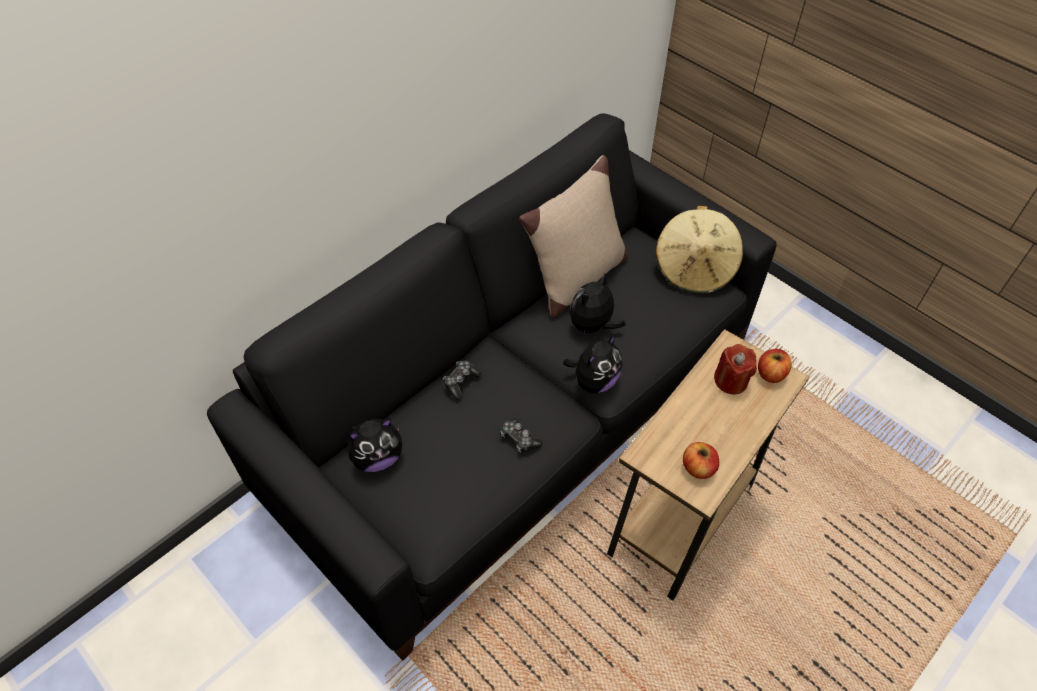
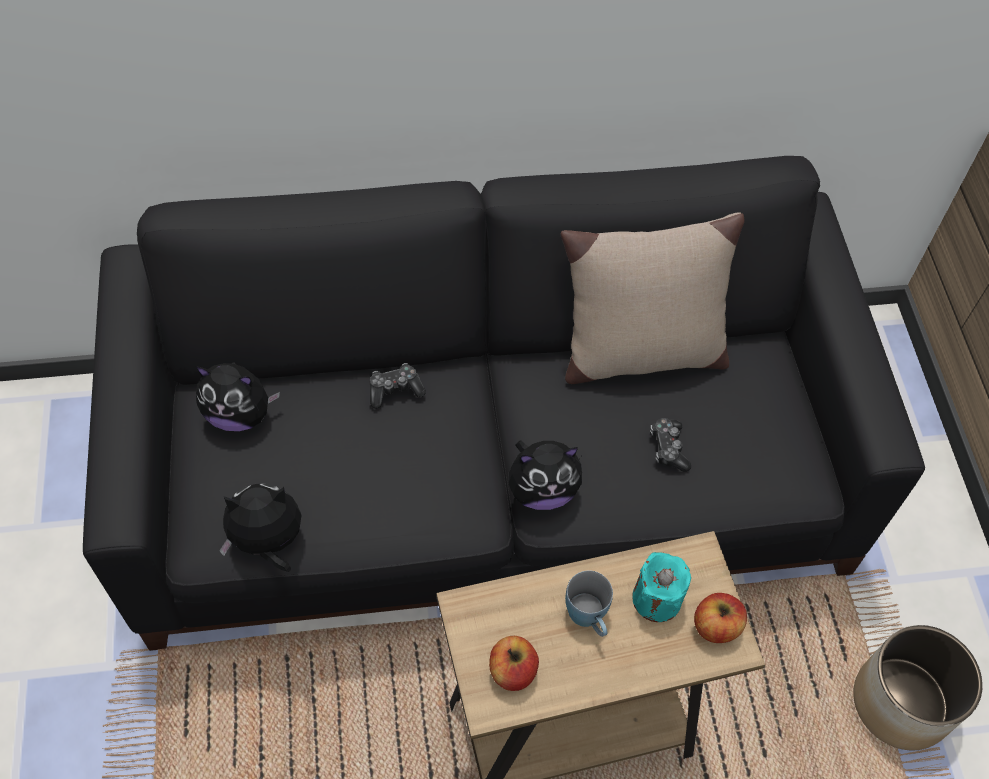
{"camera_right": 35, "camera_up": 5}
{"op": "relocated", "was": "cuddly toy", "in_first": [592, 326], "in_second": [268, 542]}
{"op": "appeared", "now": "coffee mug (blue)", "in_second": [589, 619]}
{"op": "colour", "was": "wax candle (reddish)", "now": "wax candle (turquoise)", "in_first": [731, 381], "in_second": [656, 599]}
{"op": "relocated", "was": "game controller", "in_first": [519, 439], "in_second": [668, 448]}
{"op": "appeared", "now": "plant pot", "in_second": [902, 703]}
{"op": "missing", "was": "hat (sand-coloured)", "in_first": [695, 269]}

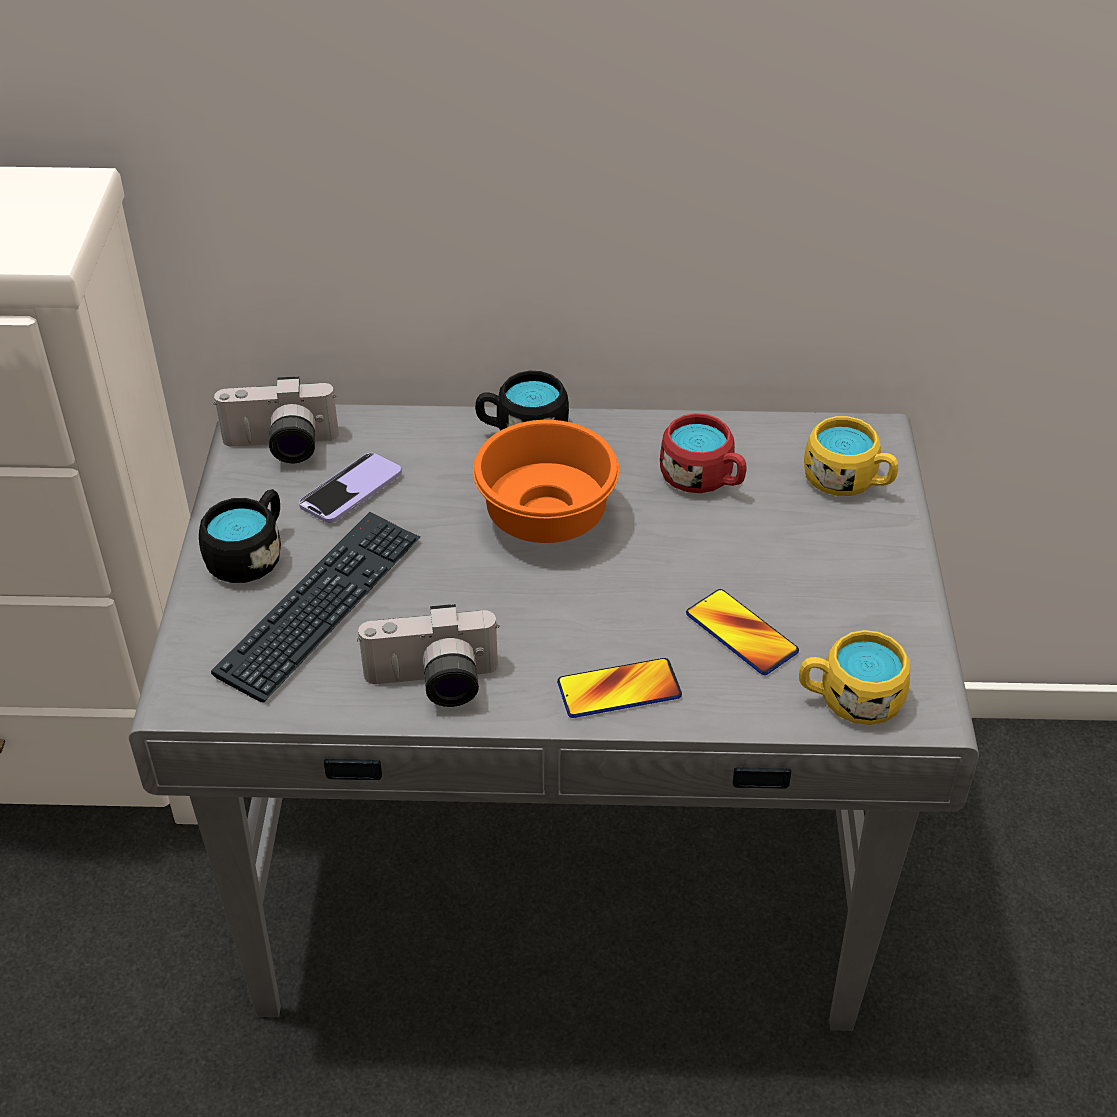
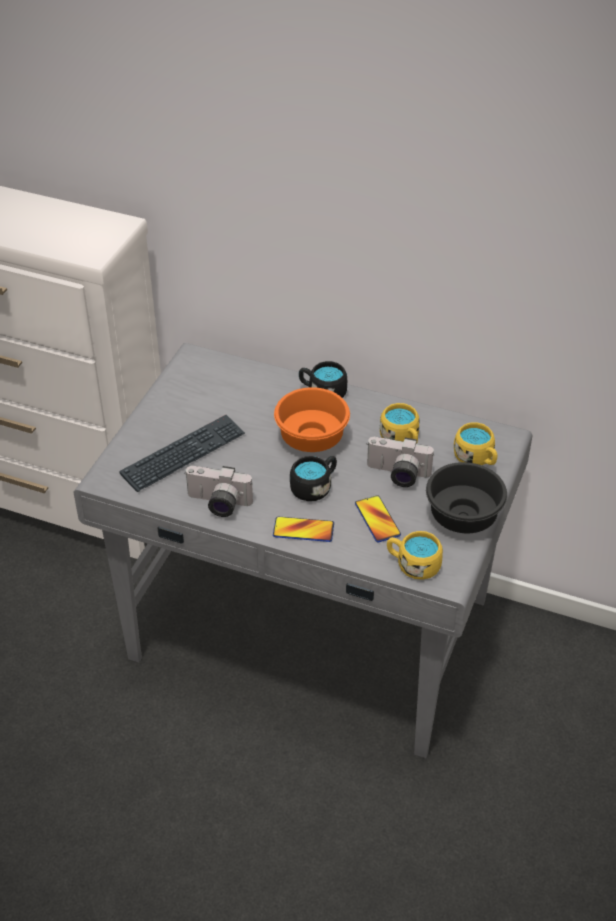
{"camera_right": 20, "camera_up": 0}
{"op": "relocated", "was": "coffee mug (black)", "in_first": [251, 555], "in_second": [315, 487]}
{"op": "relocated", "was": "still camera", "in_first": [280, 448], "in_second": [397, 475]}
{"op": "colour", "was": "coffee mug (reddish)", "now": "coffee mug (yellow-coloured)", "in_first": [704, 479], "in_second": [401, 439]}
{"op": "appeared", "now": "deep dish (black)", "in_second": [460, 517]}
{"op": "missing", "was": "telephone", "in_first": [351, 490]}

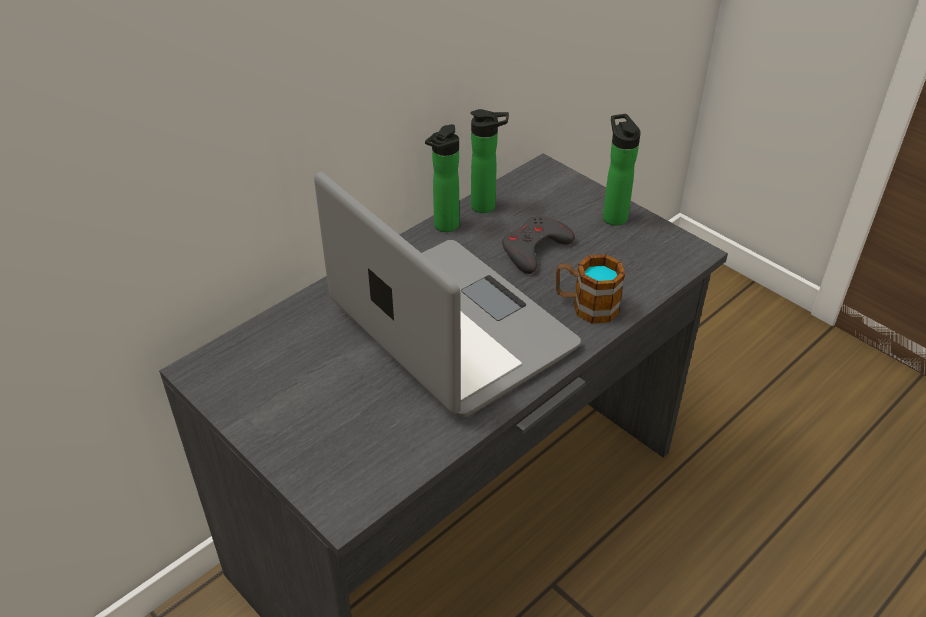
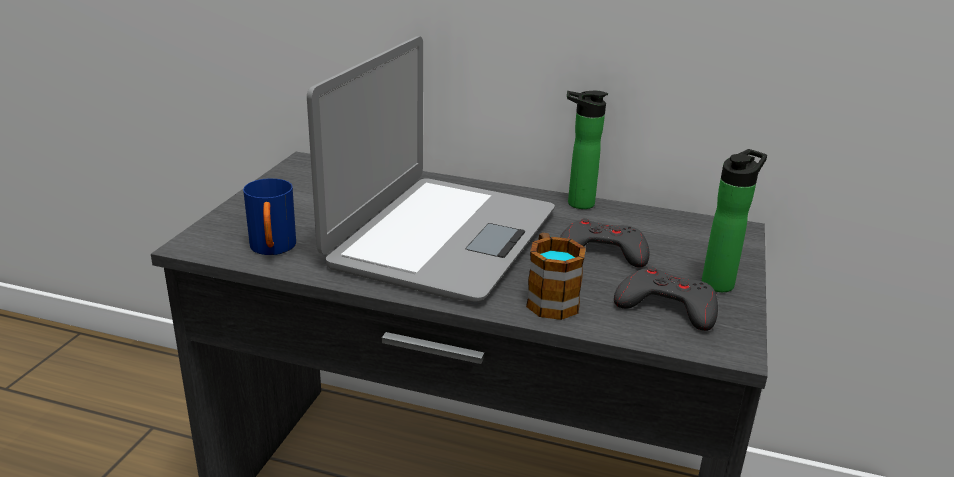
{"camera_right": 60, "camera_up": -15}
{"op": "appeared", "now": "coffee mug (blue)", "in_second": [273, 250]}
{"op": "appeared", "now": "game controller (gray)", "in_second": [667, 306]}
{"op": "missing", "was": "beverage bottle", "in_first": [487, 206]}

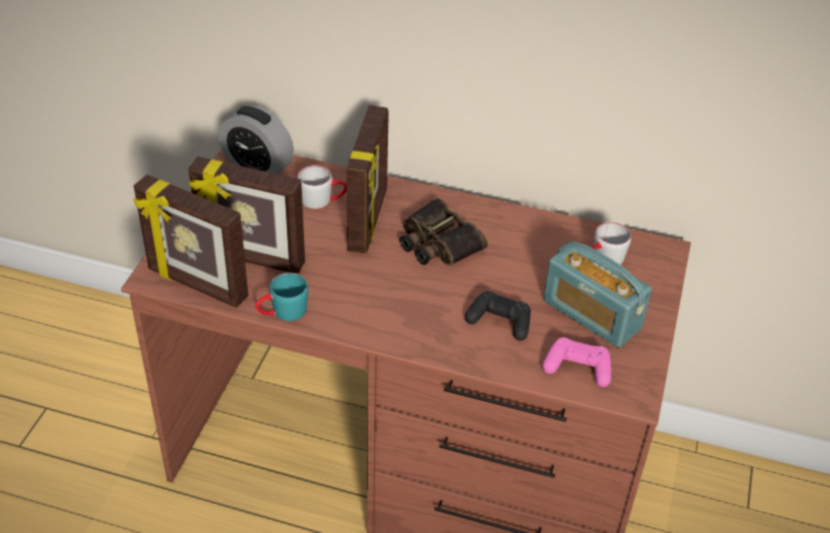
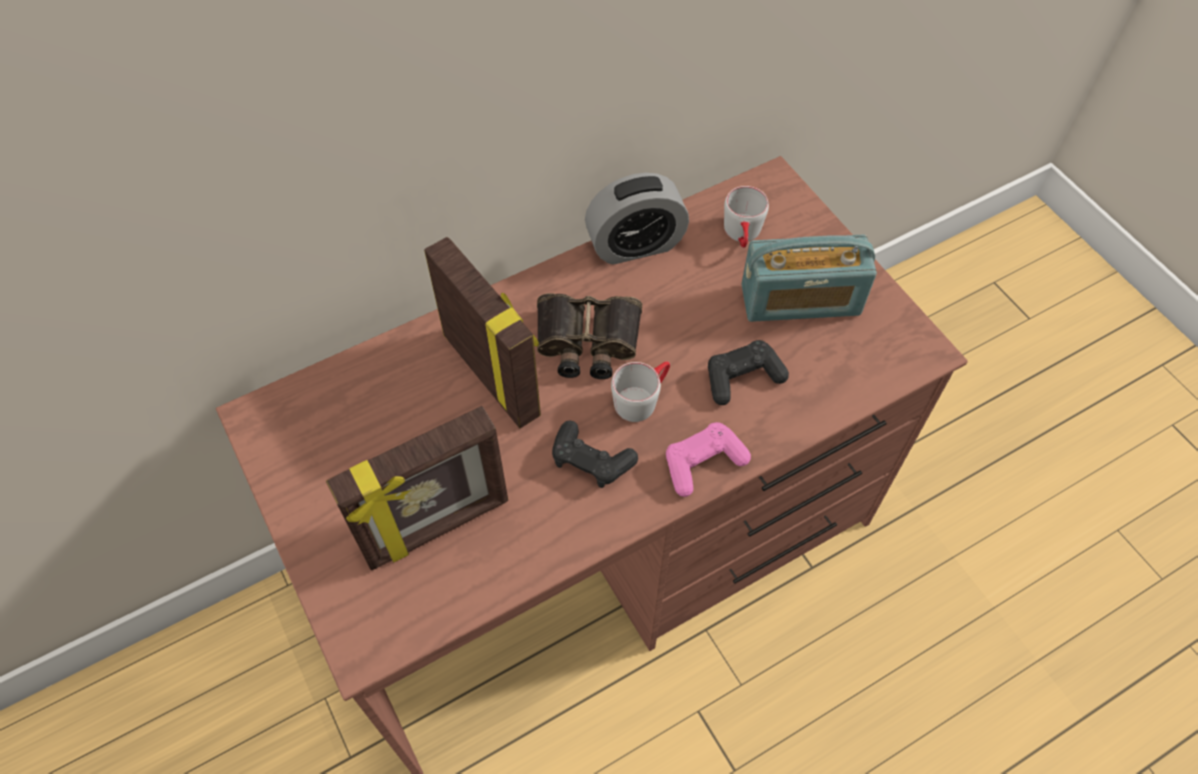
{"camera_right": -45, "camera_up": 15}
{"op": "appeared", "now": "game controller (black)", "in_second": [591, 460]}
{"op": "relocated", "was": "table clock", "in_first": [257, 166], "in_second": [635, 245]}
{"op": "relocated", "was": "coffee mug (gray)", "in_first": [323, 200], "in_second": [642, 398]}
{"op": "relocated", "was": "game controller (pink-coloured)", "in_first": [577, 368], "in_second": [703, 463]}
{"op": "missing", "was": "photo frame", "in_first": [196, 285]}
{"op": "missing", "was": "coffee mug (turquoise)", "in_first": [282, 313]}

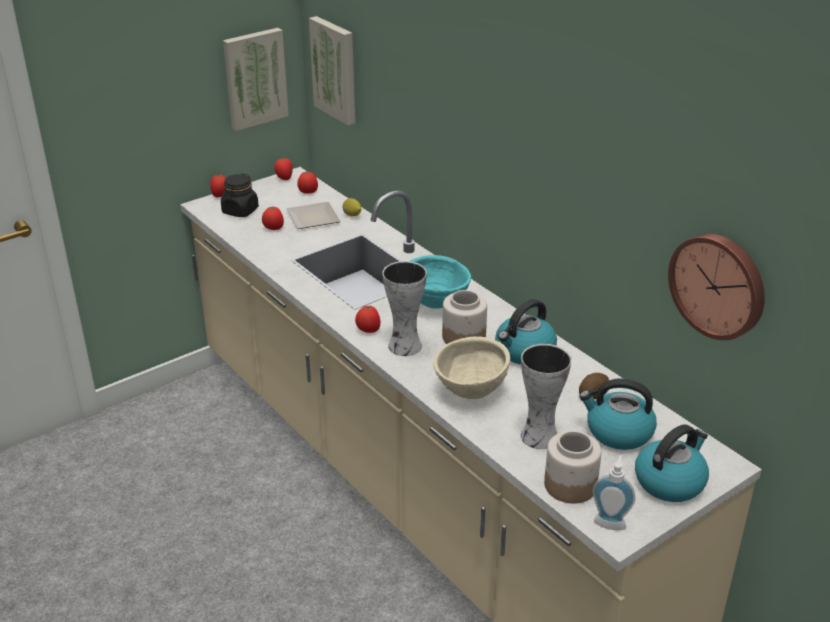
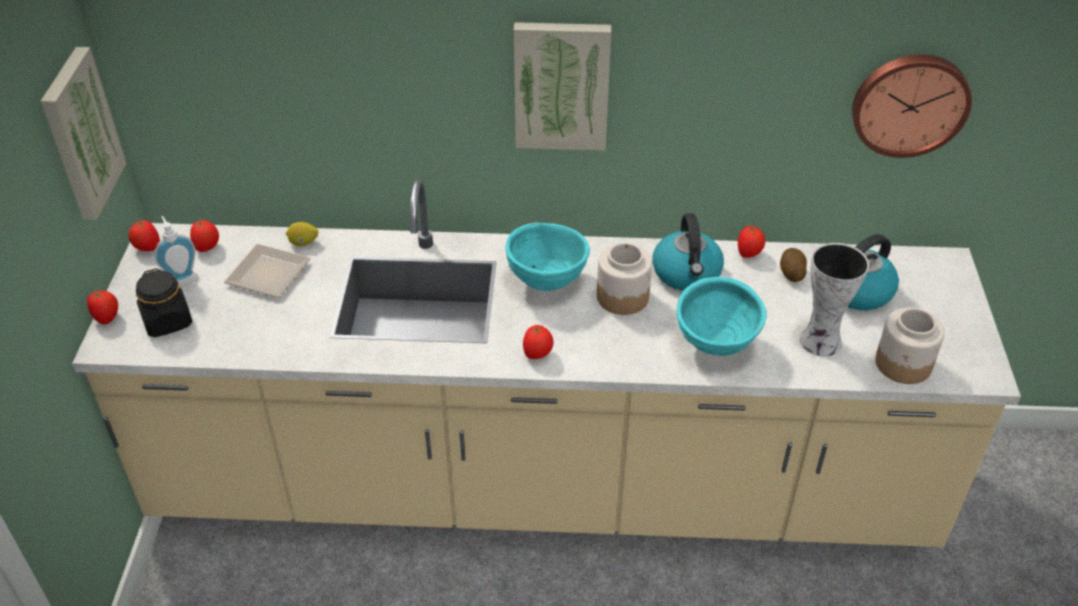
{"camera_right": -50, "camera_up": 10}
{"op": "relocated", "was": "liquid soap bottle", "in_first": [610, 521], "in_second": [182, 279]}
{"op": "relocated", "was": "wall art", "in_first": [336, 69], "in_second": [561, 85]}
{"op": "colour", "was": "deep dish (sand-coloured)", "now": "deep dish (turquoise)", "in_first": [470, 393], "in_second": [715, 345]}
{"op": "relocated", "was": "whole tomato", "in_first": [273, 229], "in_second": [749, 254]}
{"op": "missing", "was": "decorative vase", "in_first": [403, 346]}
{"op": "missing", "was": "kettle", "in_first": [670, 481]}

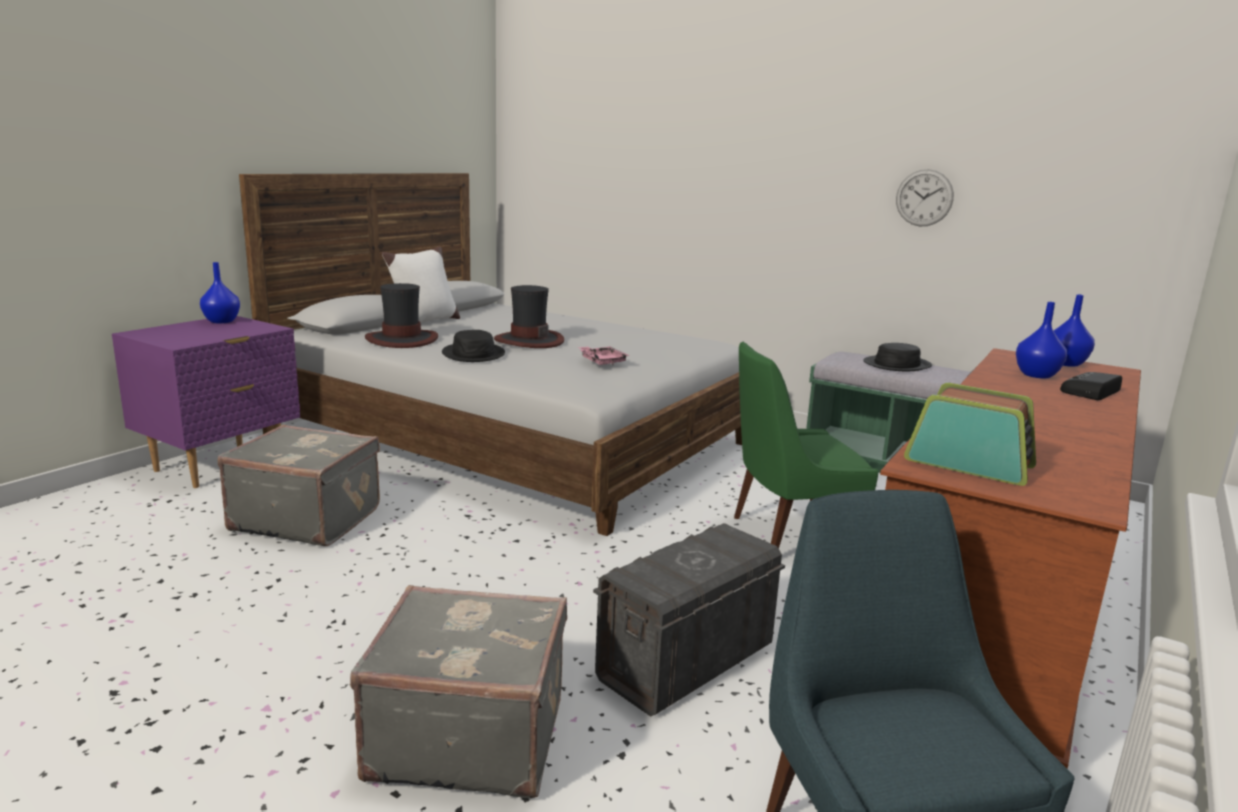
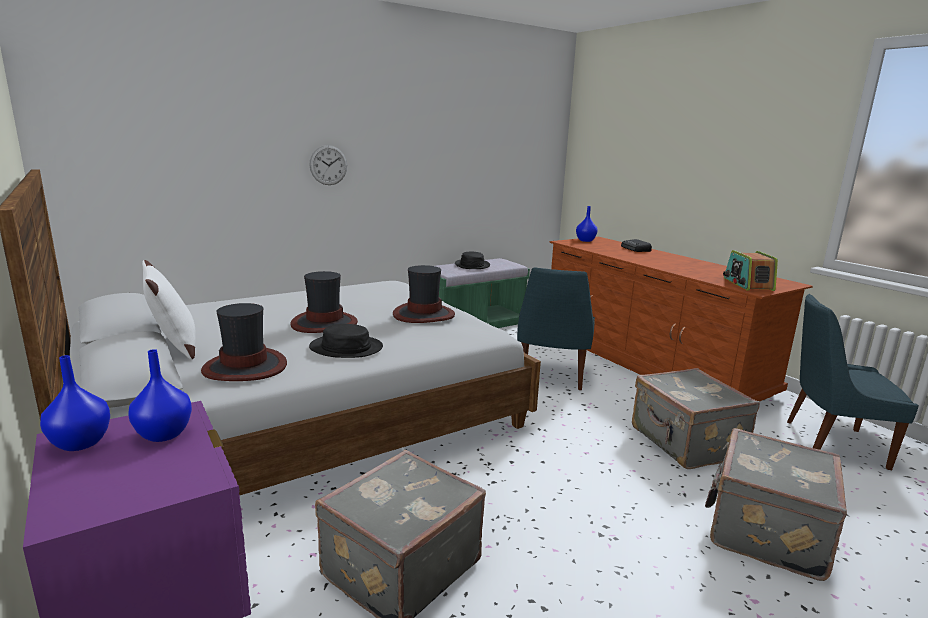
{"camera_right": -65, "camera_up": 0}
{"op": "relocated", "was": "decorative vase (blue)", "in_first": [1036, 375], "in_second": [163, 433]}
{"op": "relocated", "was": "clock on the wall", "in_first": [924, 198], "in_second": [328, 165]}
{"op": "exchanged", "was": "carrying tray (pink-coloured)", "now": "hat", "in_first": [602, 361], "in_second": [423, 314]}
{"op": "colour", "was": "chair (greenish)", "now": "chair (blue)", "in_first": [787, 537], "in_second": [551, 376]}
{"op": "exchanged", "was": "storage box (gray)", "now": "suitcase (gray)", "in_first": [685, 662], "in_second": [685, 443]}
{"op": "spun", "was": "radio receiver", "in_first": [968, 463], "in_second": [747, 284], "clockwise": -60}

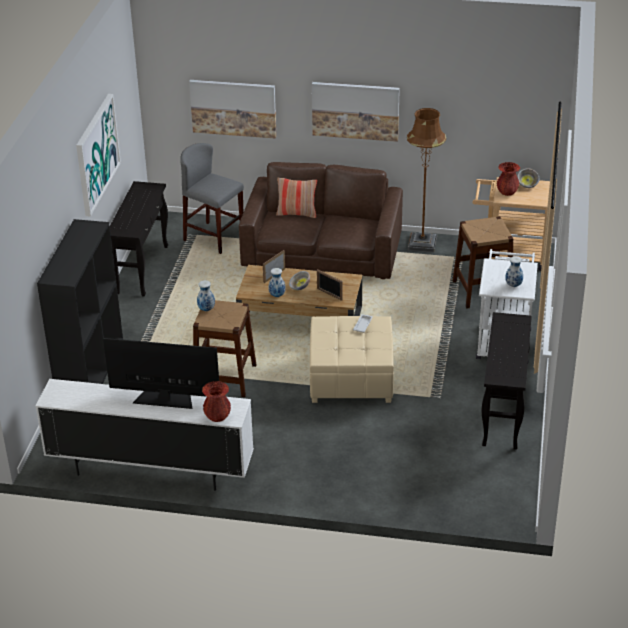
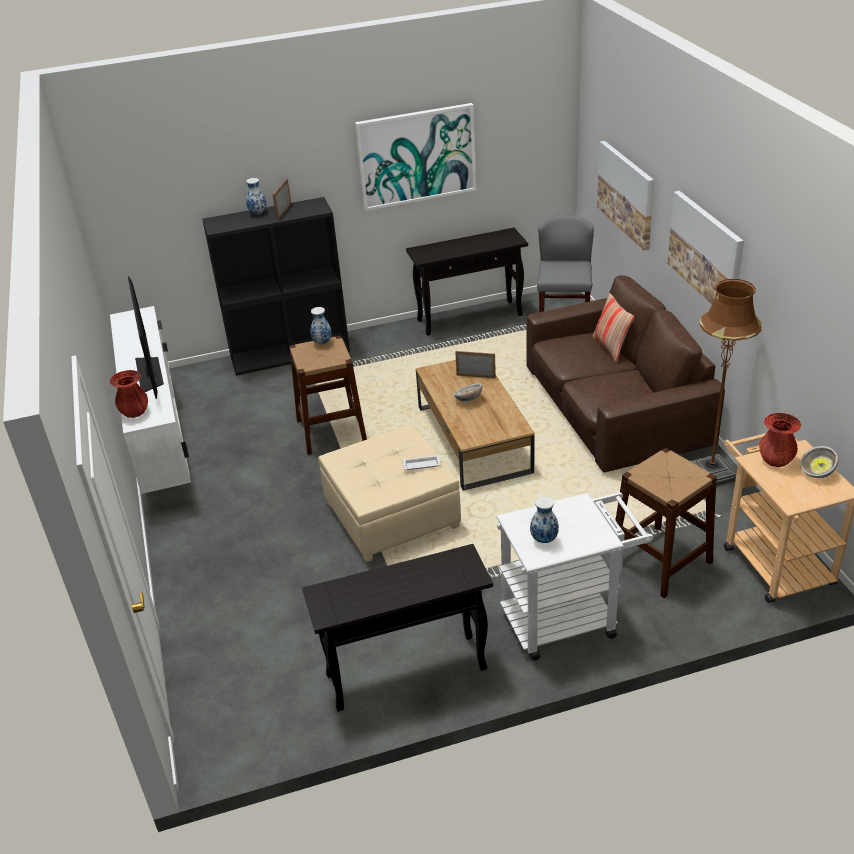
{"camera_right": 65, "camera_up": 0}
{"op": "relocated", "was": "decorative vase", "in_first": [277, 295], "in_second": [258, 213]}
{"op": "relocated", "was": "photo frame", "in_first": [329, 294], "in_second": [283, 211]}

